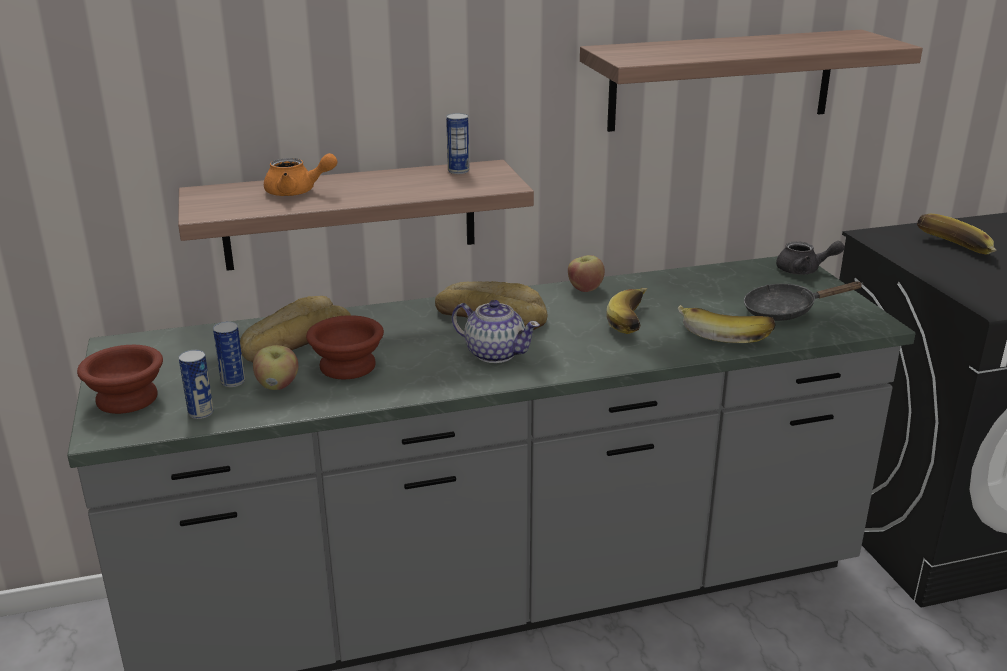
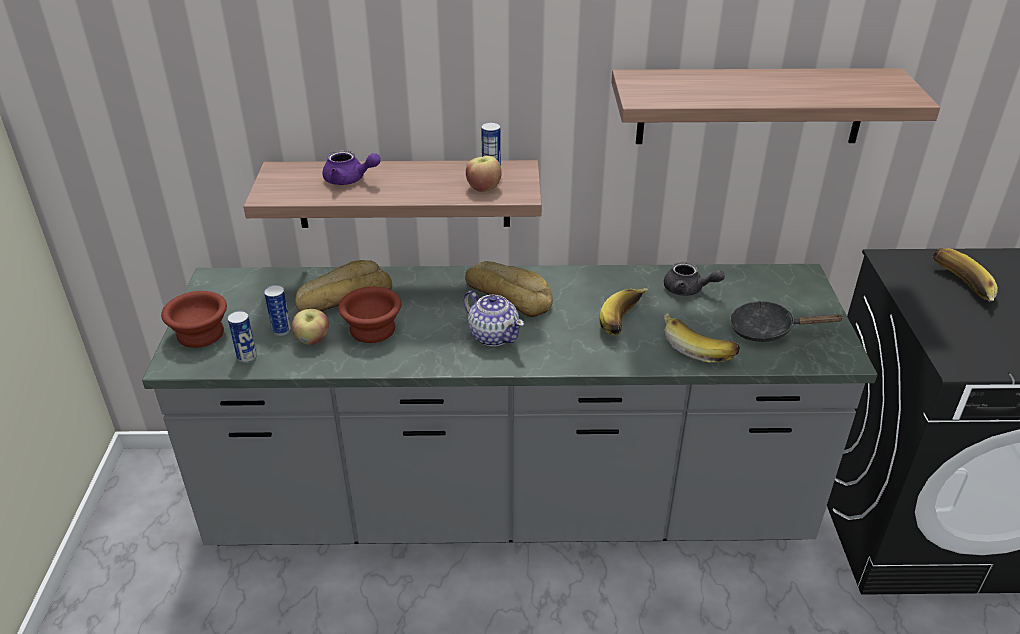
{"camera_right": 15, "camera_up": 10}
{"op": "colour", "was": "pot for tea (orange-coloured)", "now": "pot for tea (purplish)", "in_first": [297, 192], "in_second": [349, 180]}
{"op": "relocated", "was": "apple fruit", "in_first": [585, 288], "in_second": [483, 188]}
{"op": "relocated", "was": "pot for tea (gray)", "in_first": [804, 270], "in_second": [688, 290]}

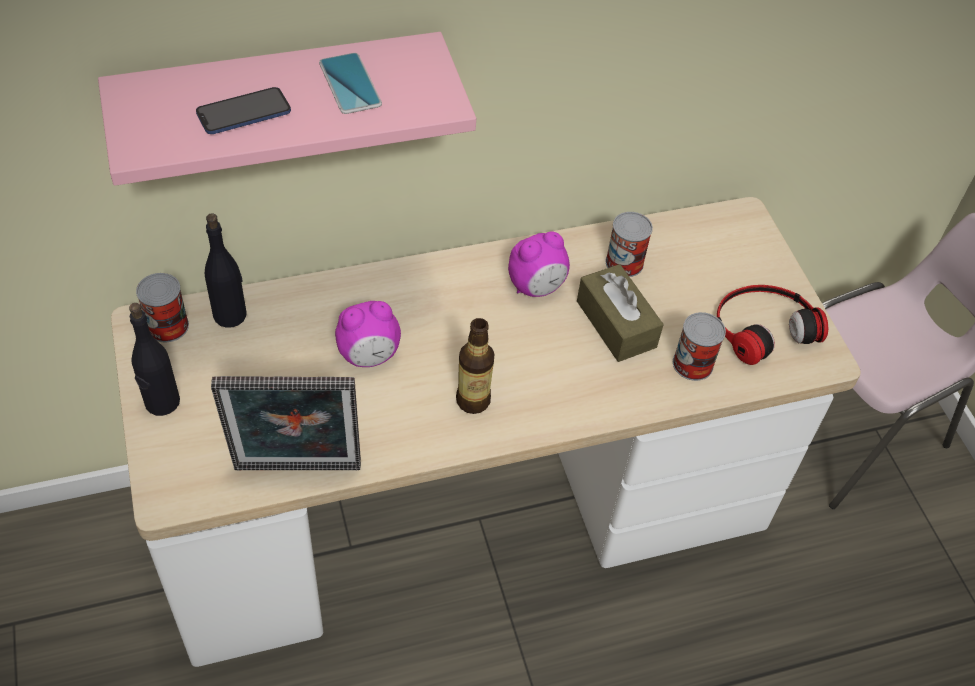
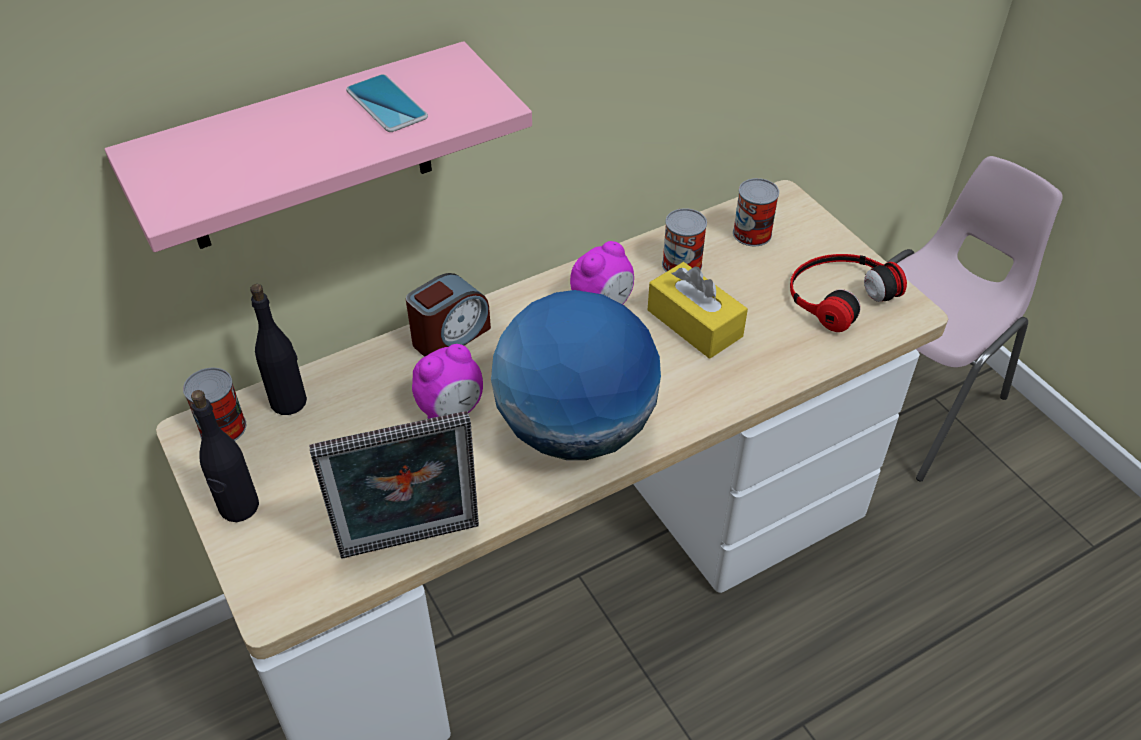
{"camera_right": -10, "camera_up": -5}
{"op": "appeared", "now": "table clock", "in_second": [450, 336]}
{"op": "exchanged", "was": "beverage bottle", "now": "desk globe", "in_first": [473, 400], "in_second": [575, 429]}
{"op": "colour", "was": "tissue holder (brown-coloured)", "now": "tissue holder (yellow-coloured)", "in_first": [616, 324], "in_second": [694, 323]}
{"op": "relocated", "was": "sealed can", "in_first": [692, 364], "in_second": [752, 233]}
{"op": "missing", "was": "telephone", "in_first": [244, 113]}

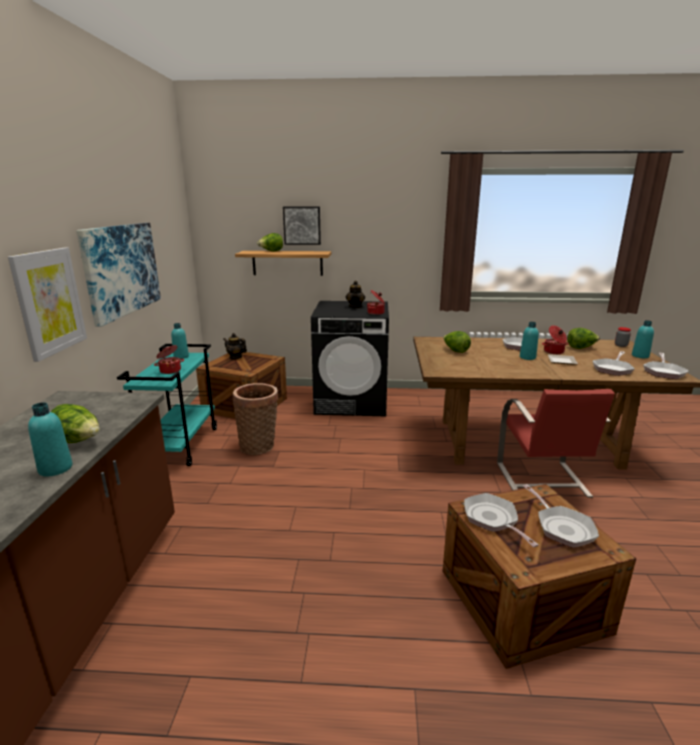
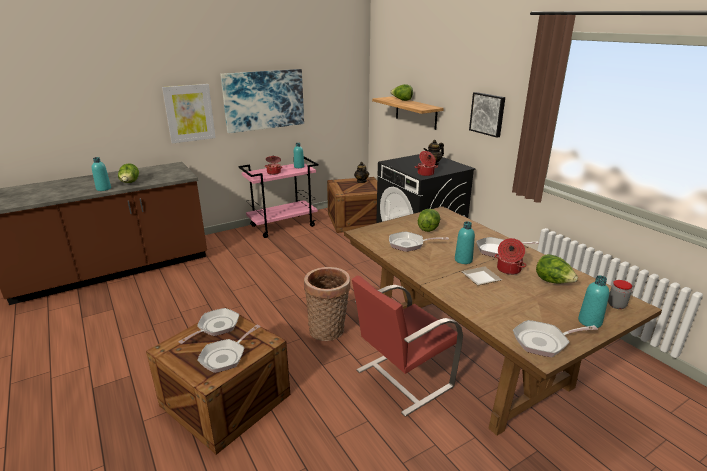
{"camera_right": 55, "camera_up": 5}
{"op": "colour", "was": "trolley (turquoise)", "now": "trolley (pink-coloured)", "in_first": [180, 445], "in_second": [283, 226]}
{"op": "relocated", "was": "basket", "in_first": [259, 446], "in_second": [328, 331]}
{"op": "relocated", "was": "skillet", "in_first": [612, 369], "in_second": [409, 244]}
{"op": "relocated", "was": "wall art", "in_first": [302, 225], "in_second": [488, 114]}

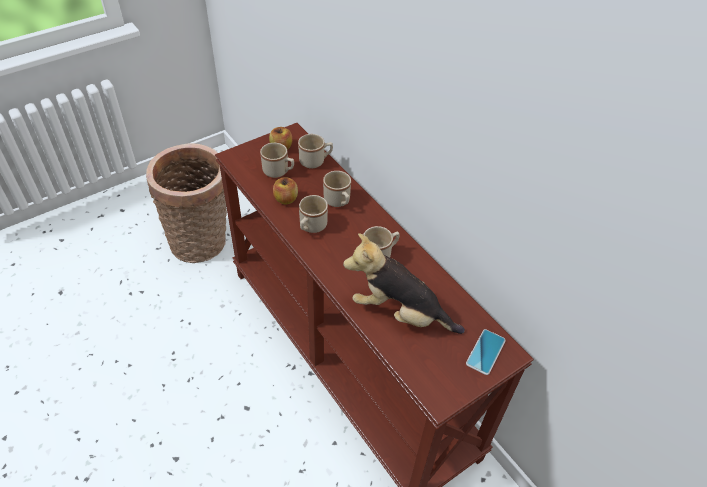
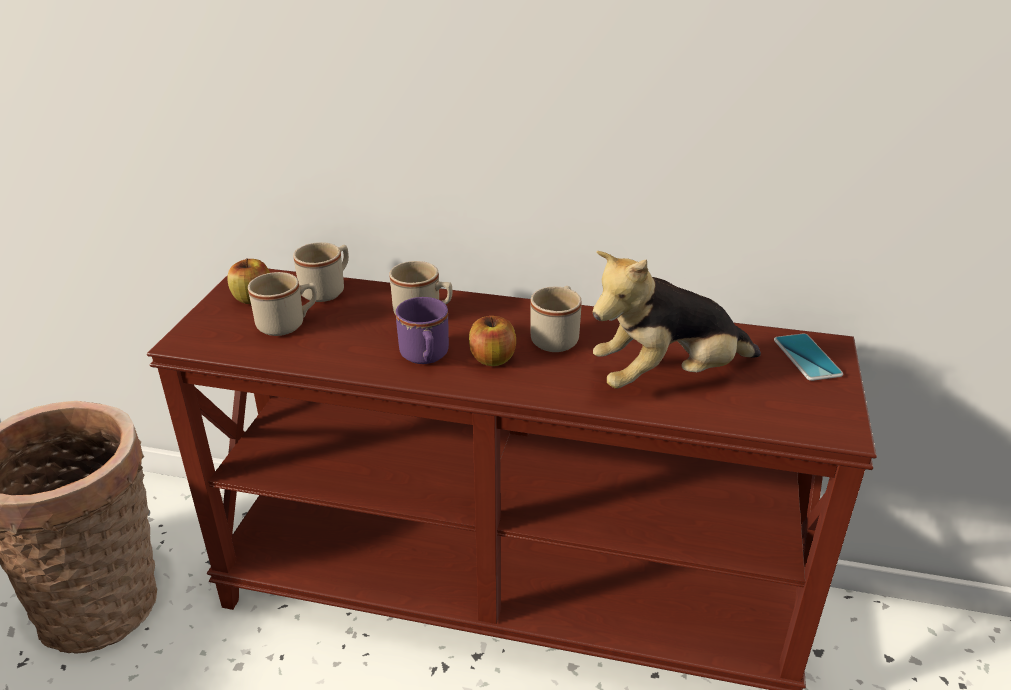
{"camera_right": -40, "camera_up": -15}
{"op": "colour", "was": "coffee mug (sand-coloured)", "now": "coffee mug (purplish)", "in_first": [311, 227], "in_second": [425, 357]}
{"op": "relocated", "was": "apple fruit", "in_first": [286, 199], "in_second": [492, 359]}

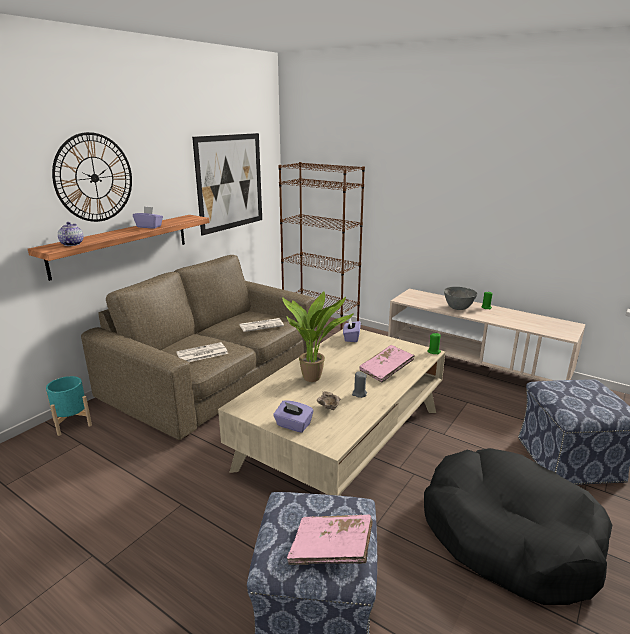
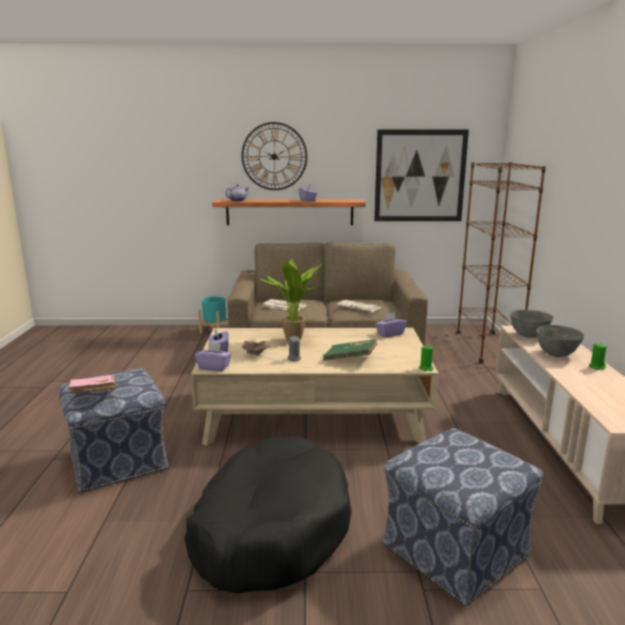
{"camera_right": 55, "camera_up": -5}
{"op": "appeared", "now": "tissue holder (purplish)", "in_second": [214, 367]}
{"op": "colour", "was": "volume (pink-coloured)", "now": "volume (greenish)", "in_first": [386, 370], "in_second": [350, 358]}
{"op": "appeared", "now": "deep dish (gray)", "in_second": [528, 335]}

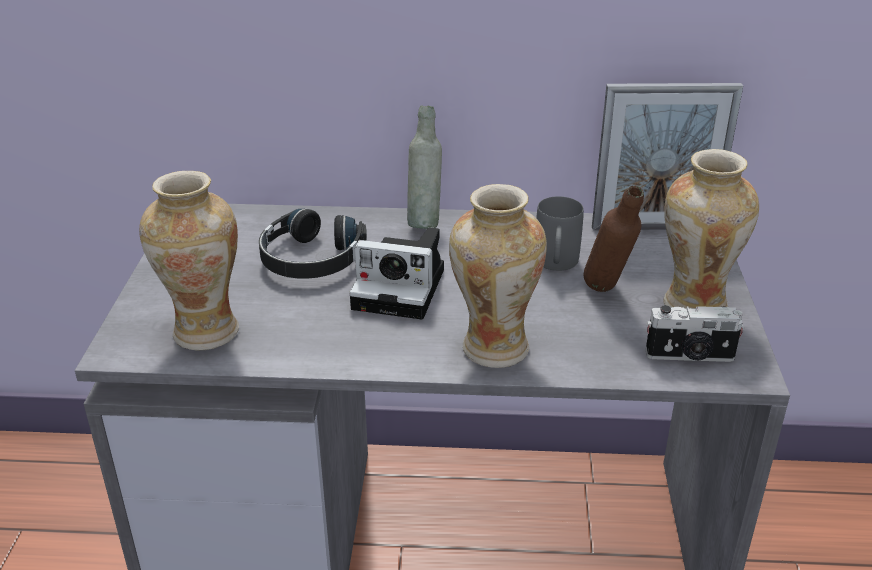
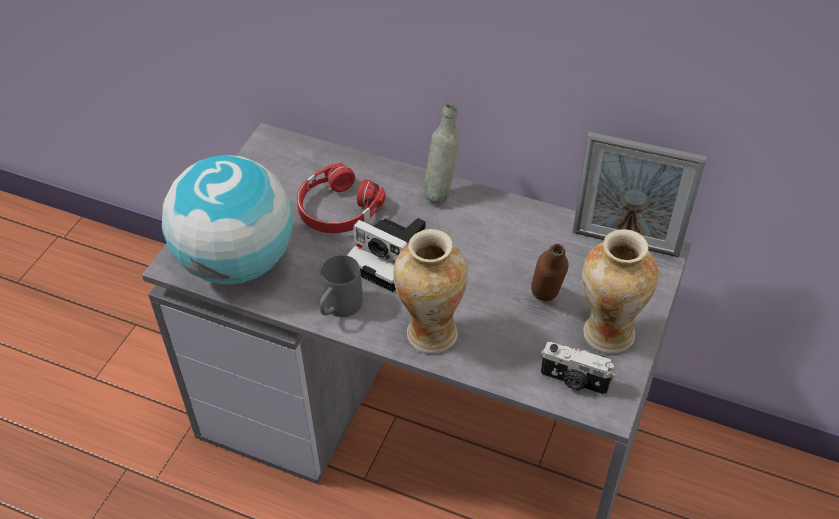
{"camera_right": 20, "camera_up": 15}
{"op": "exchanged", "was": "decorative vase", "now": "desk globe", "in_first": [205, 331], "in_second": [237, 262]}
{"op": "colour", "was": "pair of headphones (black)", "now": "pair of headphones (reddish)", "in_first": [310, 259], "in_second": [337, 209]}
{"op": "relocated", "was": "coffee mug (gray)", "in_first": [555, 265], "in_second": [338, 309]}

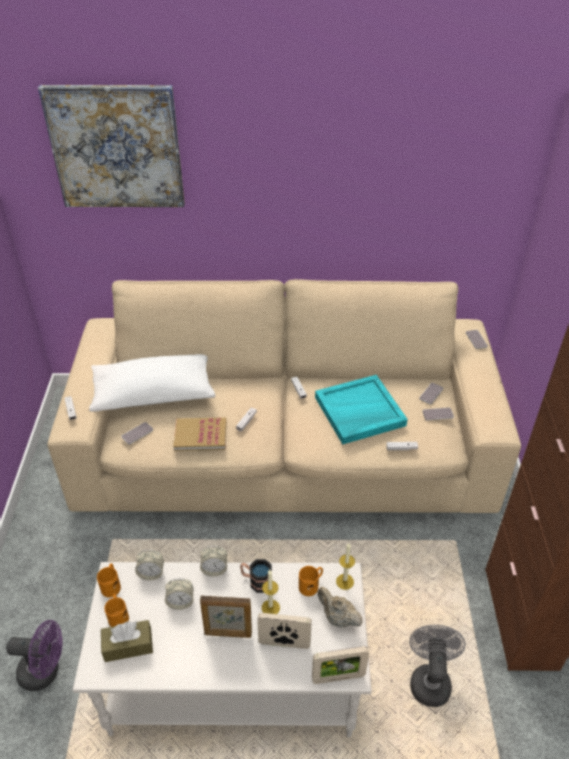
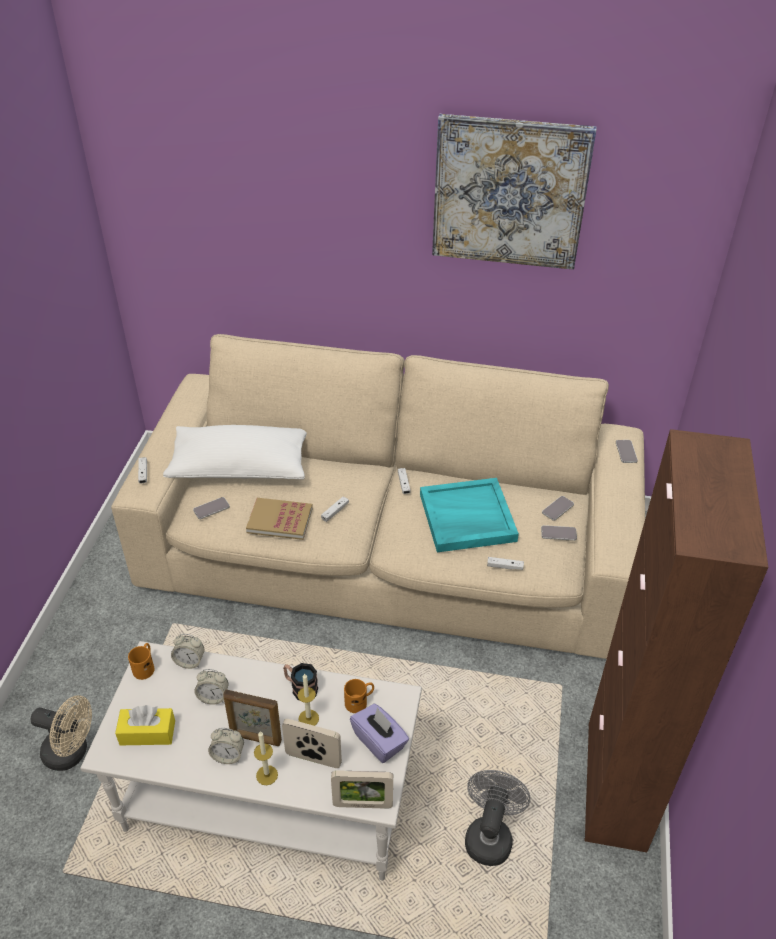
{"camera_right": 10, "camera_up": 0}
{"op": "colour", "was": "fan (purplish)", "now": "fan (sand-coloured)", "in_first": [45, 672], "in_second": [72, 753]}
{"op": "colour", "was": "tissue holder (brown-coloured)", "now": "tissue holder (yellow-coloured)", "in_first": [128, 646], "in_second": [147, 733]}
{"op": "relocated", "was": "table clock", "in_first": [214, 569], "in_second": [228, 755]}
{"op": "relocated", "was": "wax candle", "in_first": [345, 581], "in_second": [267, 775]}
{"op": "exchanged", "was": "pot for tea (sand-coloured)", "now": "tissue holder (purplish)", "in_first": [338, 618], "in_second": [379, 741]}
{"op": "relocated", "was": "wall art", "in_first": [116, 147], "in_second": [509, 192]}
{"op": "missing", "was": "coffee mug (orange-coloured)", "in_first": [118, 615]}

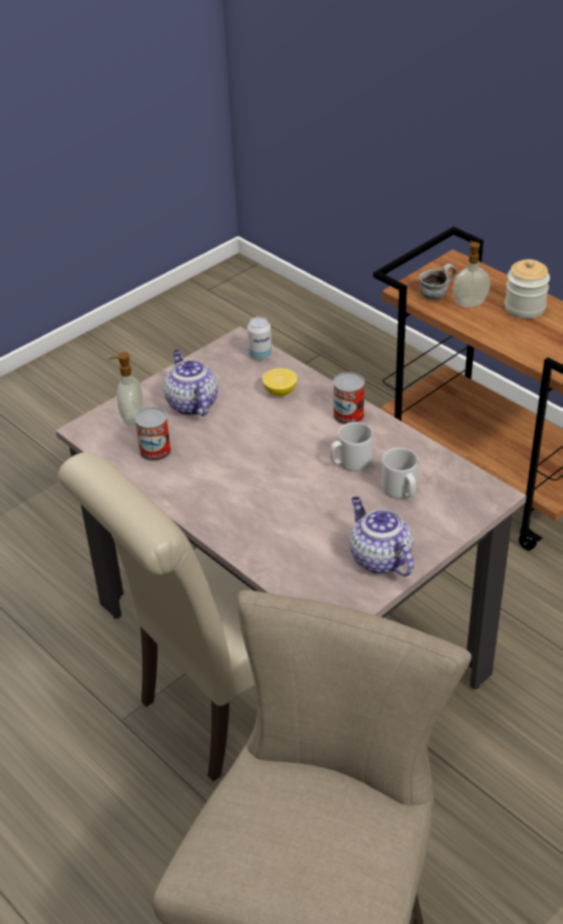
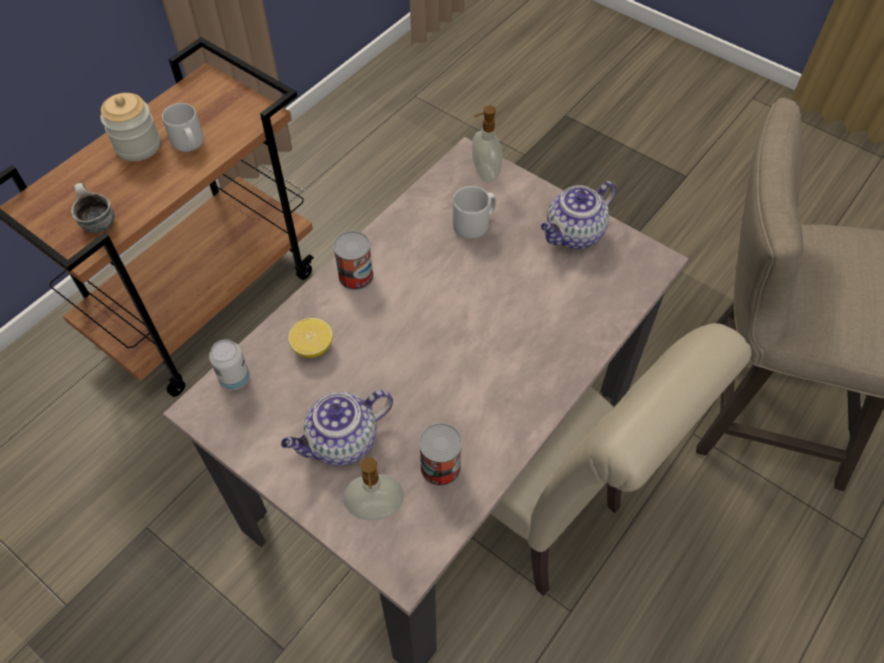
{"camera_right": -100, "camera_up": 15}
{"op": "relocated", "was": "coffee mug (gray)", "in_first": [350, 462], "in_second": [189, 144]}
{"op": "relocated", "was": "liquid soap bottle", "in_first": [469, 303], "in_second": [484, 173]}

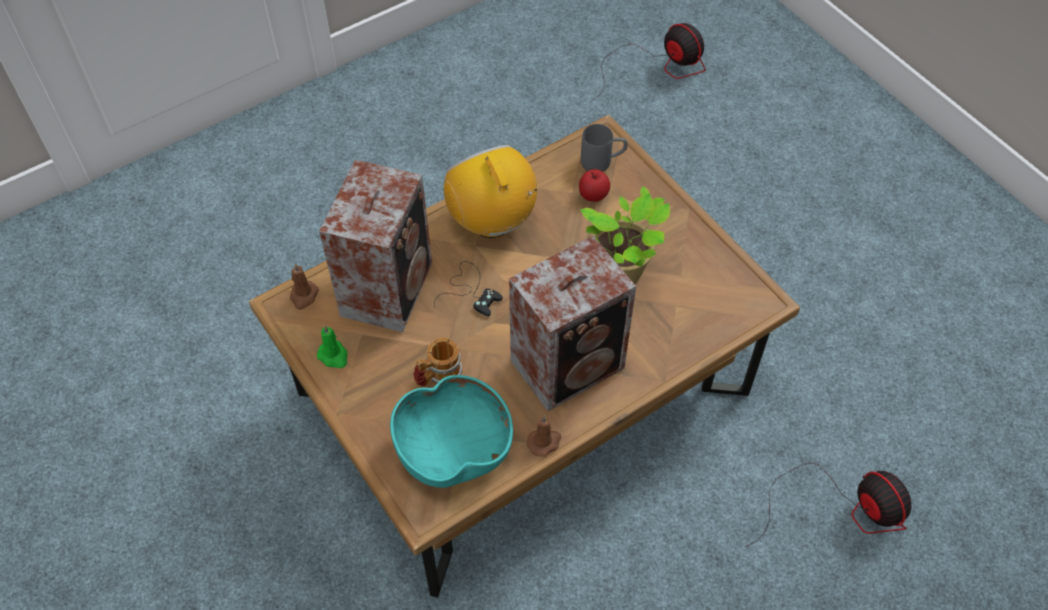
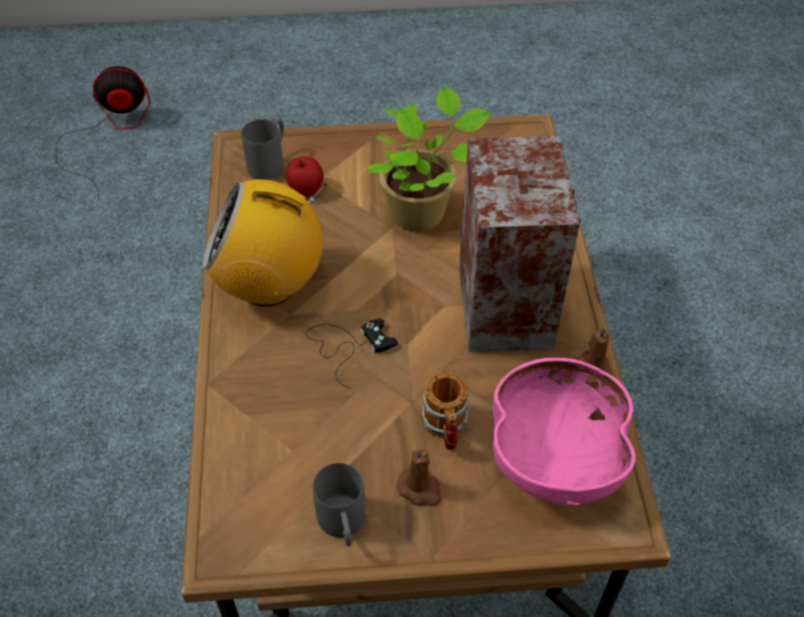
{"camera_right": -60, "camera_up": -5}
{"op": "exchanged", "was": "wax candle (greenish)", "now": "coffee mug (gray)", "in_first": [334, 356], "in_second": [343, 527]}
{"op": "relocated", "was": "wax candle (brown-coloured)", "in_first": [303, 296], "in_second": [420, 489]}
{"op": "colour", "was": "deep dish (turquoise)", "now": "deep dish (pink-coloured)", "in_first": [453, 449], "in_second": [554, 457]}
{"op": "missing", "was": "speaker", "in_first": [389, 287]}
{"op": "missing", "was": "fan", "in_first": [843, 508]}

